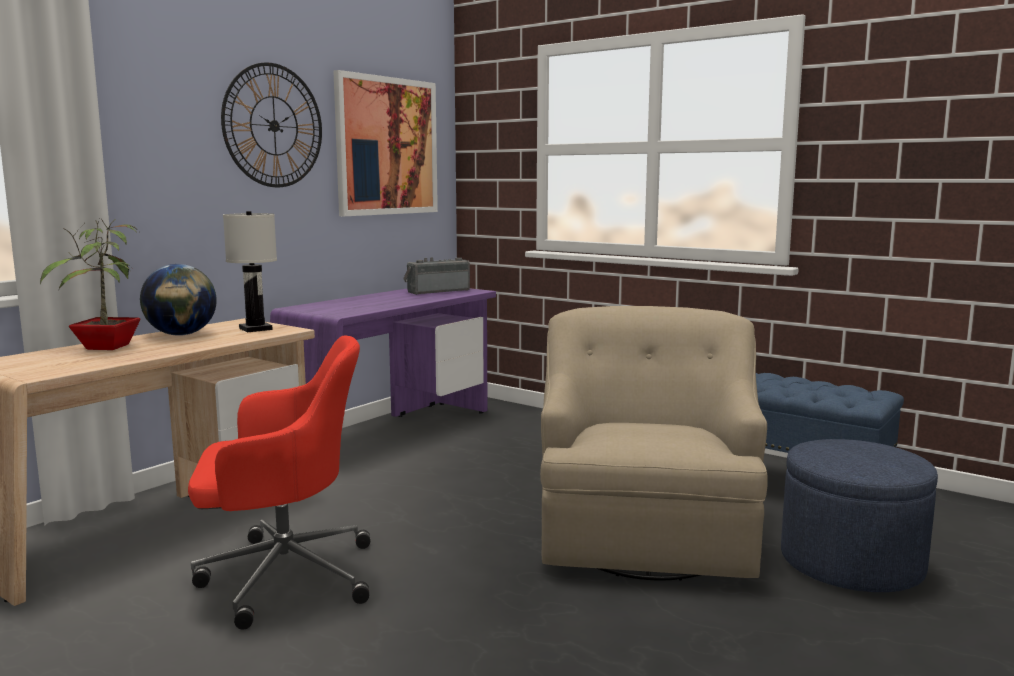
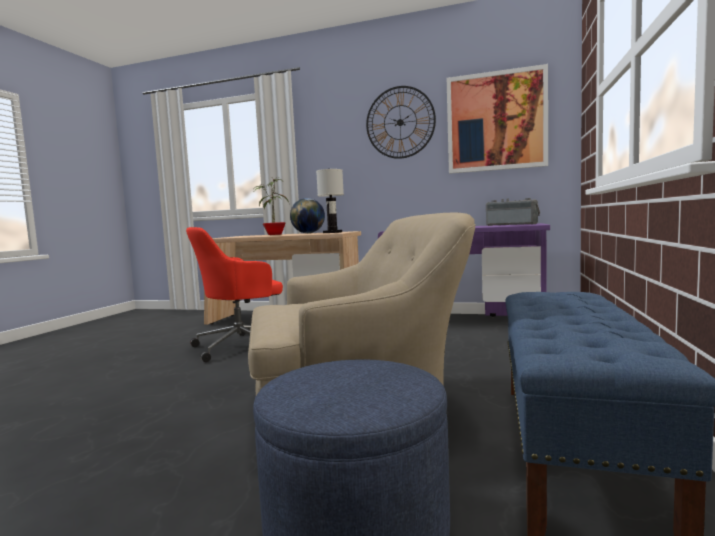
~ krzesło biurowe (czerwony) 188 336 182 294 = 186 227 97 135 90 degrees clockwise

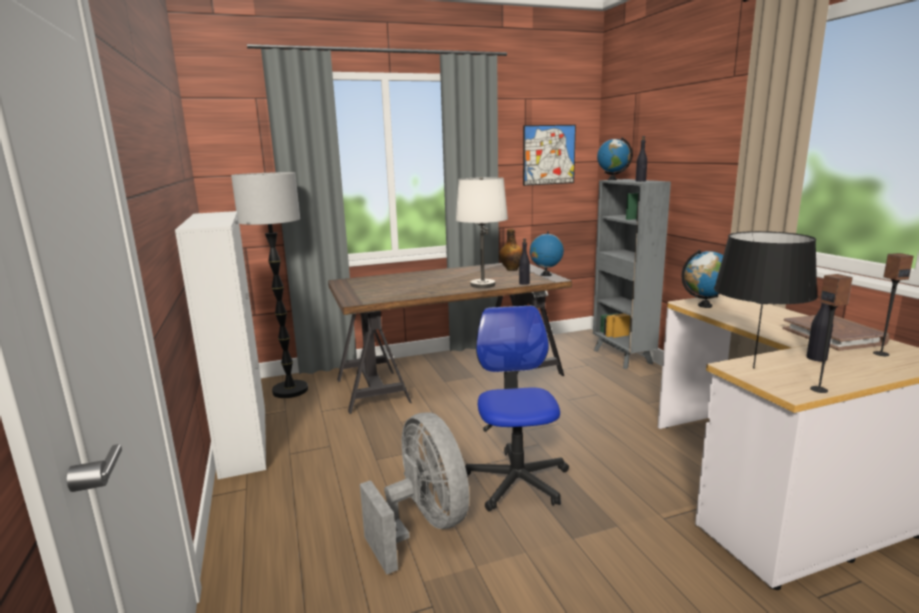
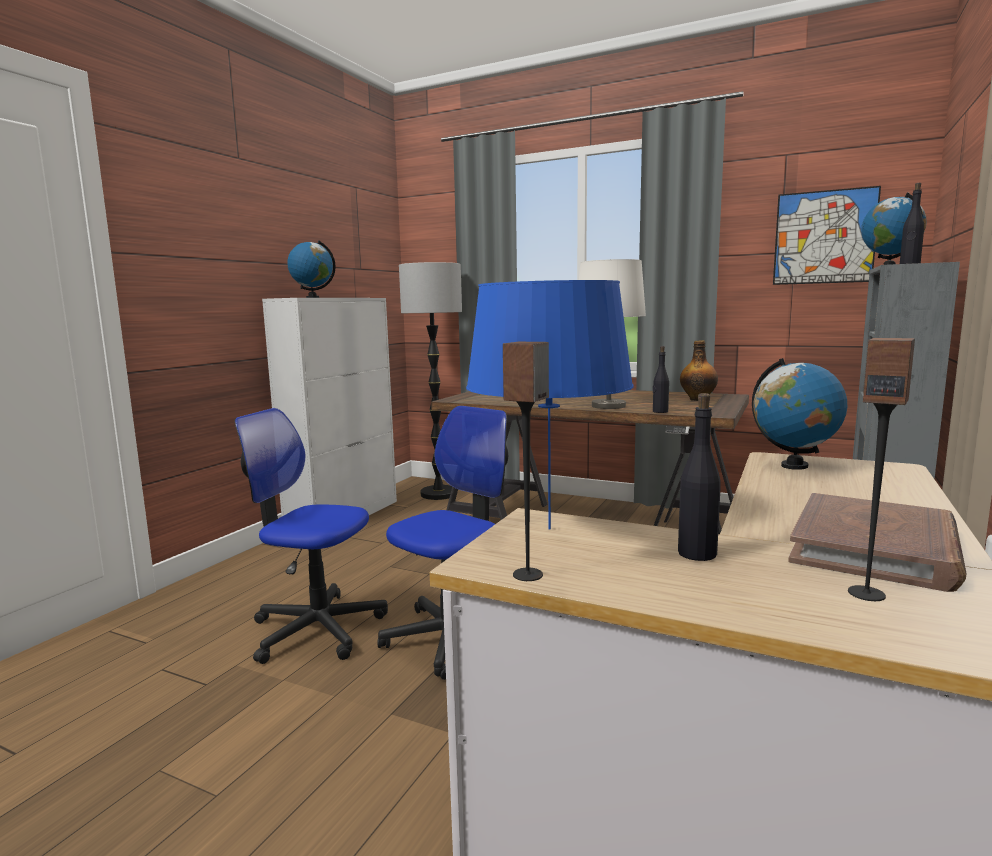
~ globus 530 231 34 45 to 287 241 49 57
~ wentylator (szary) 360 413 109 162 to krzesło biurowe 234 408 154 256
~ lampa stołowa (czarny) 714 231 104 138 to lampa stołowa (niebieski) 466 280 168 249

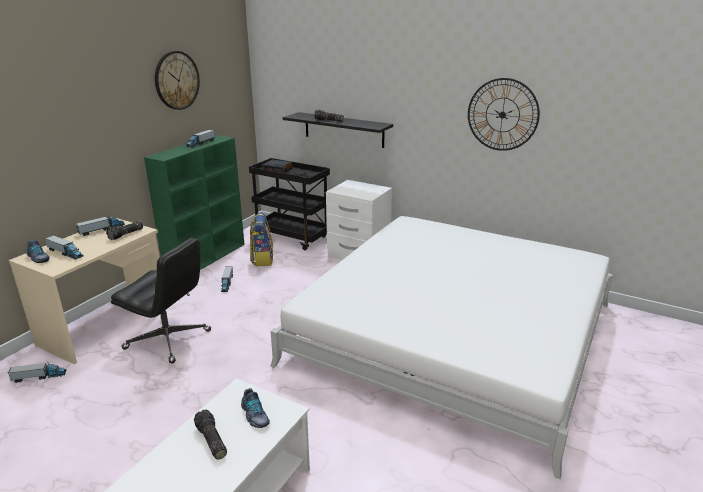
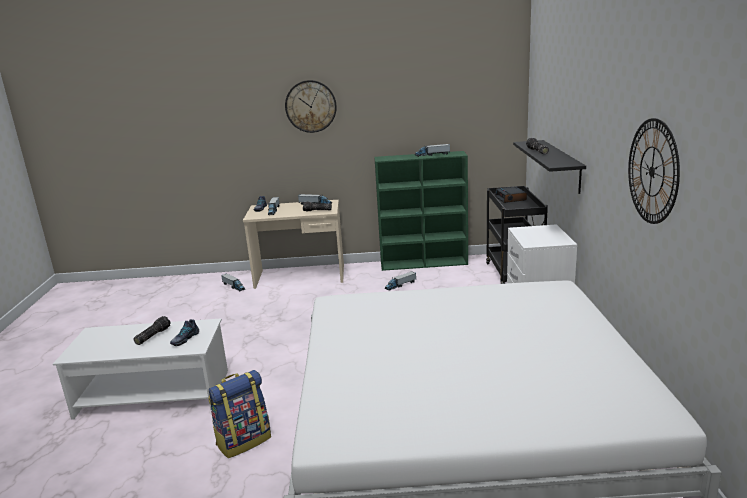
- krzesło biurowe (czarny) 111 238 100 125
~ zegar ścienny 155 51 45 59 to 285 80 52 53
~ plecak 250 213 23 53 to 208 370 63 88

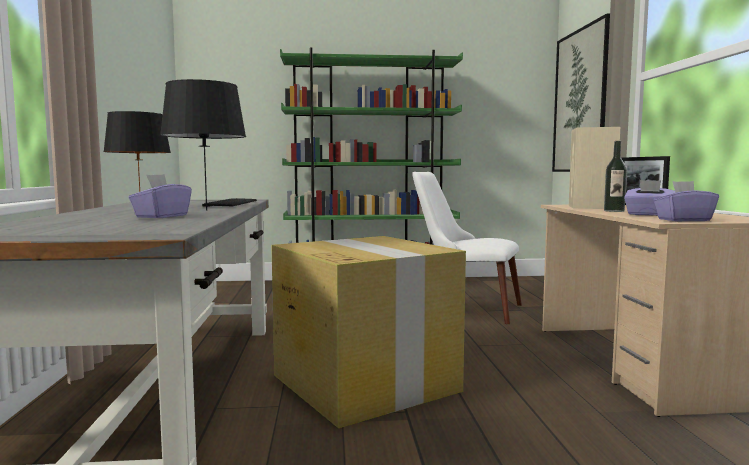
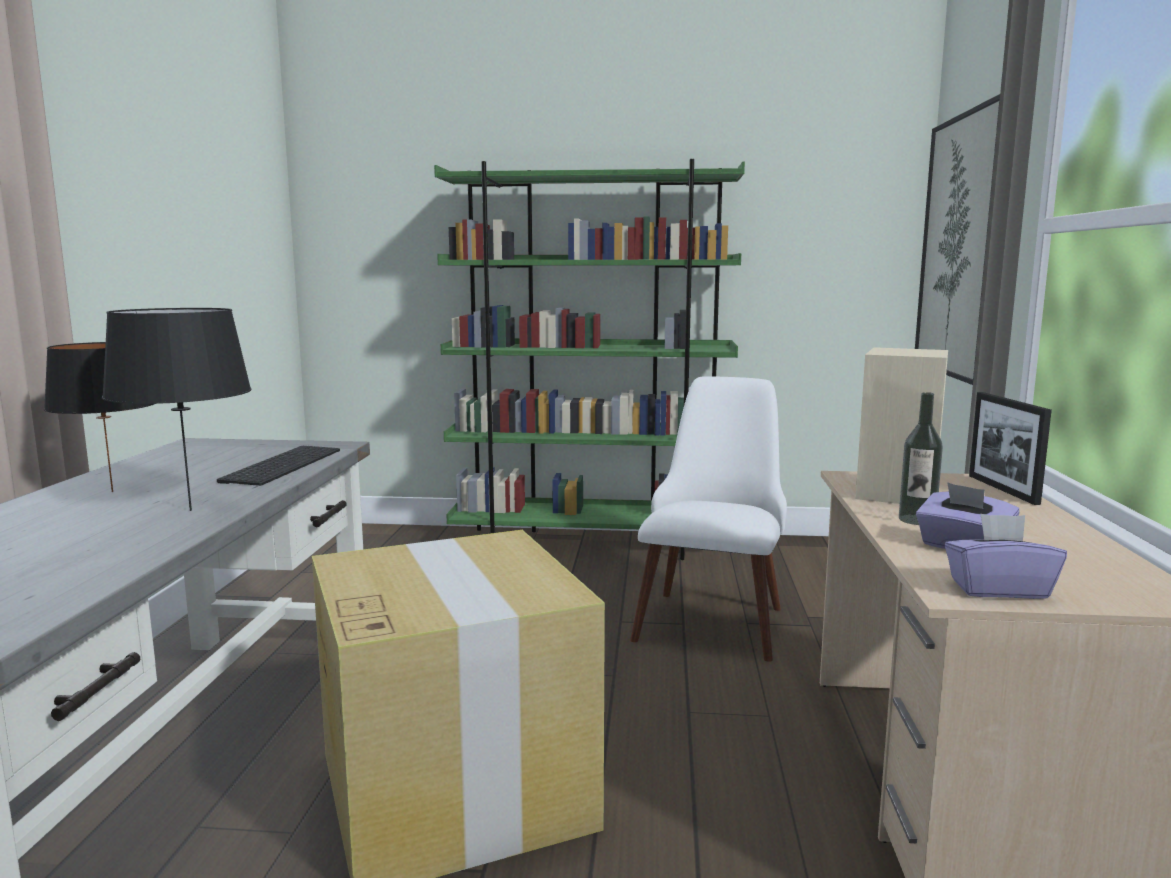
- pudełko chusteczek (fioletowy) 128 174 64 44
~ krzesło (biały) 412 172 110 152 = 630 377 157 285 75 degrees clockwise

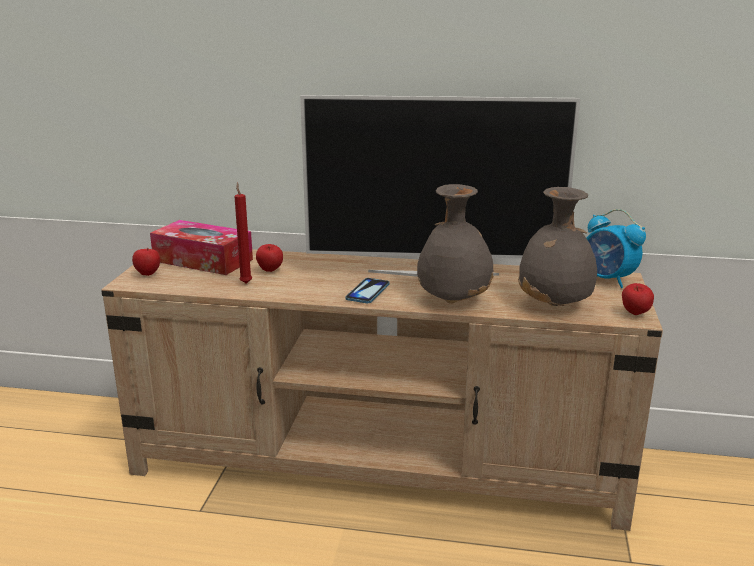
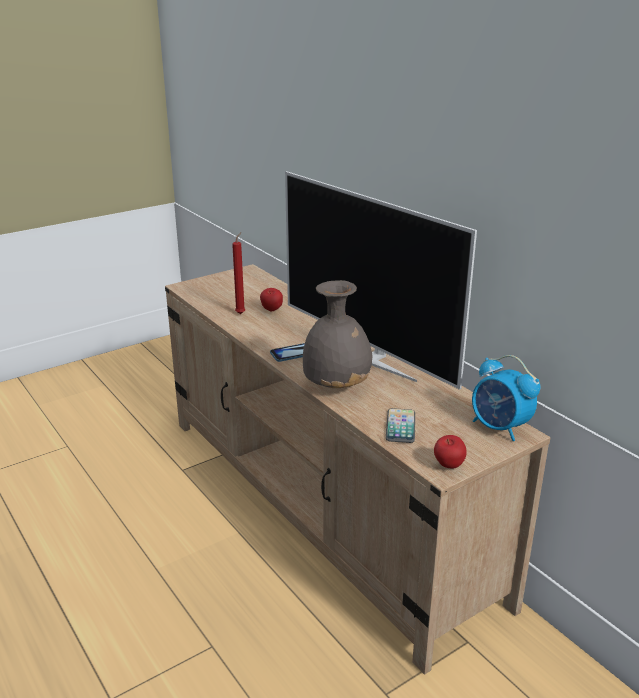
- jabłko 132 248 28 28
- pudełko chusteczek 150 220 103 55
~ wazon (szary) 518 187 79 119 to telefon 386 408 29 35
~ budzik 586 209 60 79 = 472 355 68 86 45 degrees counterclockwise

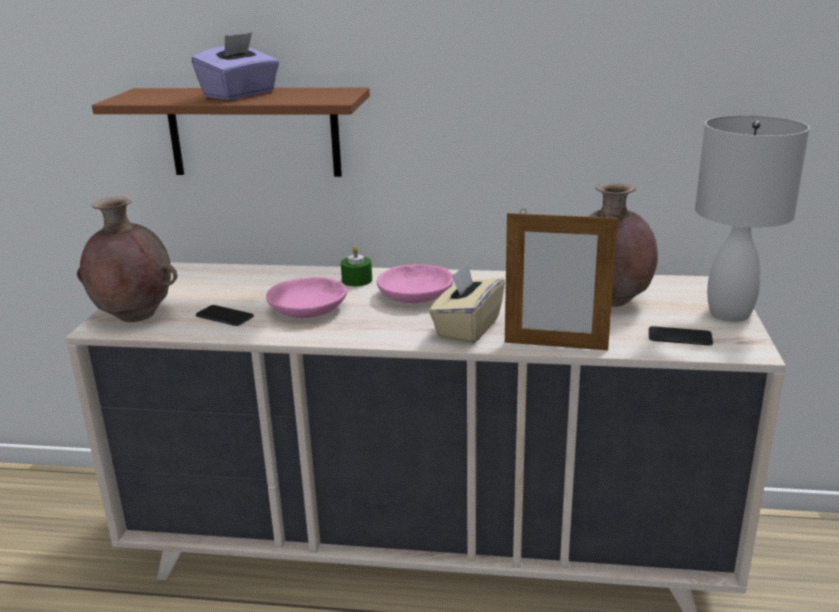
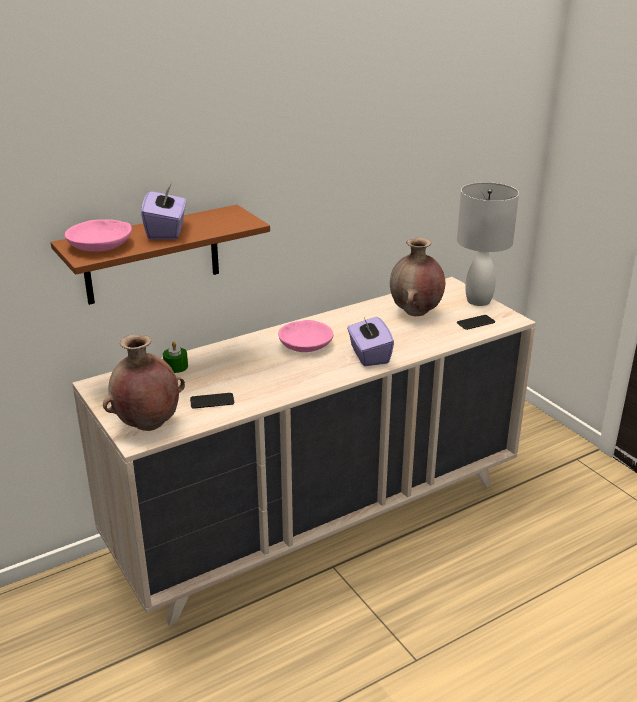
- ramka na zdjęcie 505 209 113 141
~ miska (różowy) 266 277 81 41 to 65 219 67 32
~ świeca (zielony) 341 246 31 40 to 163 342 25 31
~ pudełko chusteczek (beżowy) 429 263 76 81 to pudełko chusteczek (fioletowy) 347 313 47 53

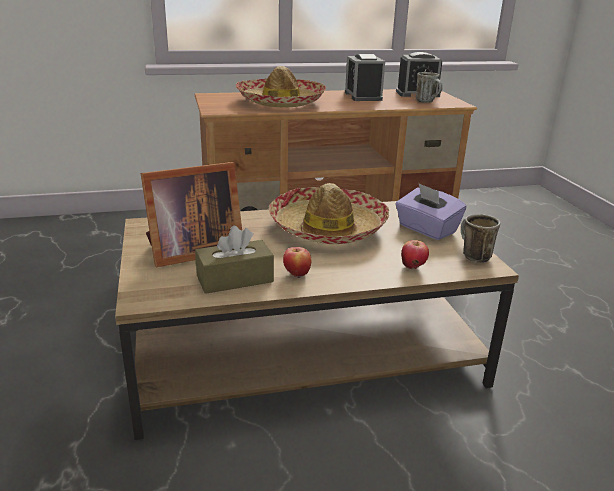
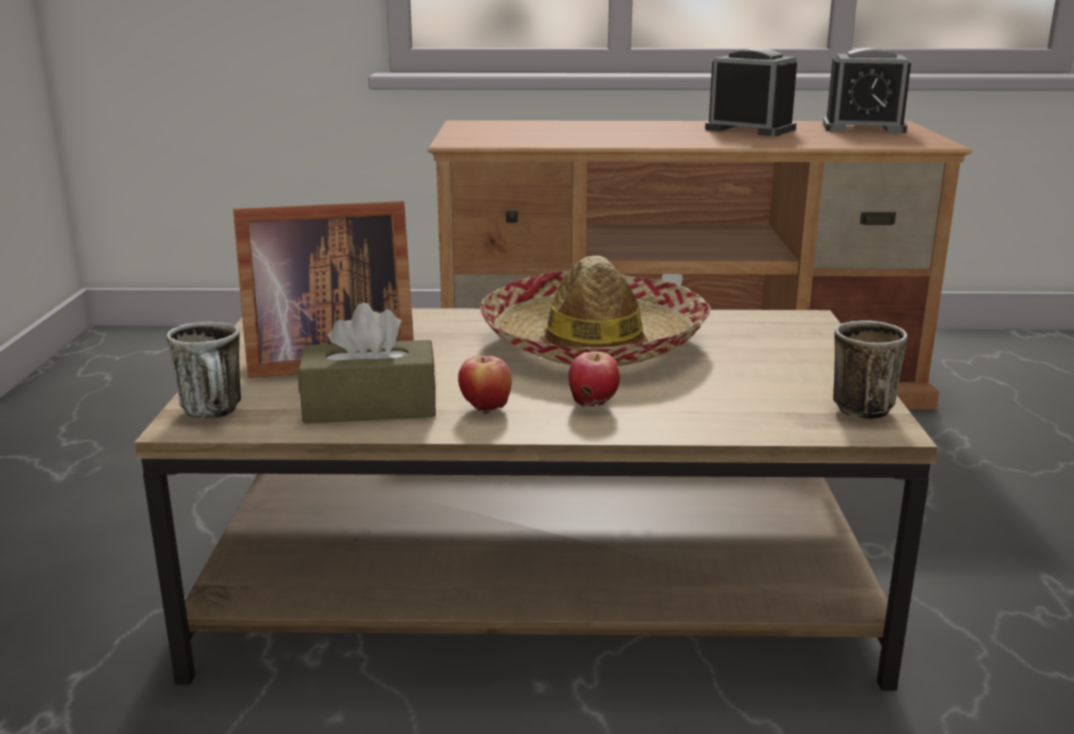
- kapelusz 236 66 90 41
- pudełko chusteczek (fioletowy) 395 183 72 57
~ jabłko 401 240 28 29 to 569 352 51 55
~ kubek 416 72 27 31 to 166 321 75 99
~ budzik 345 54 40 47 = 705 48 92 88 120 degrees clockwise

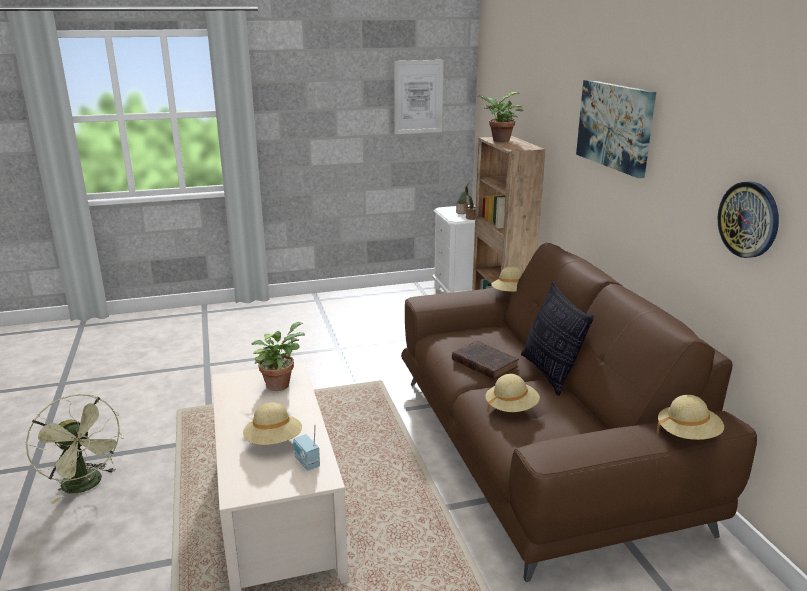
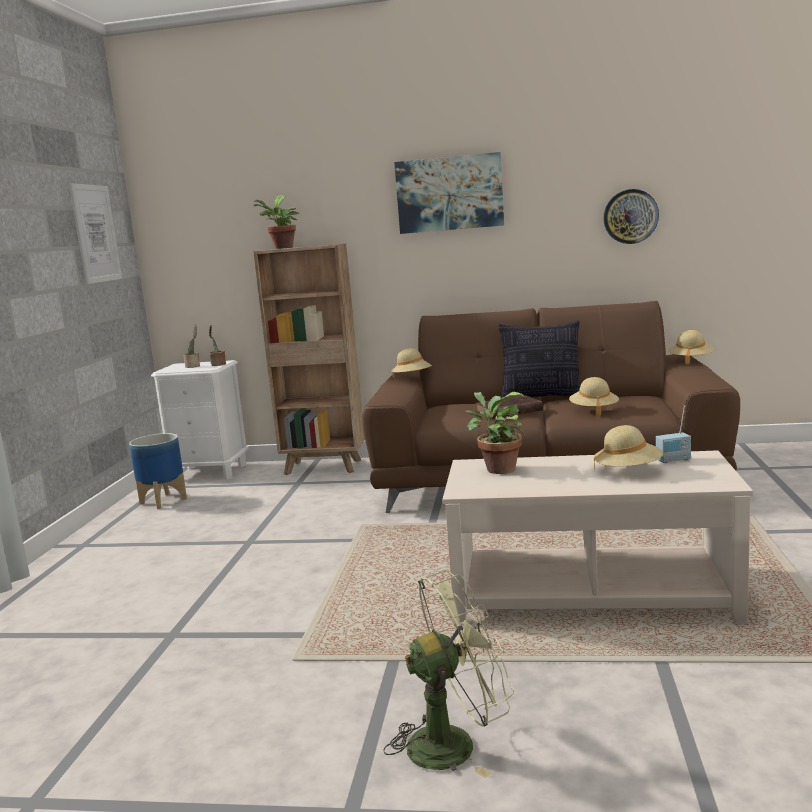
+ donica 129 433 58 76

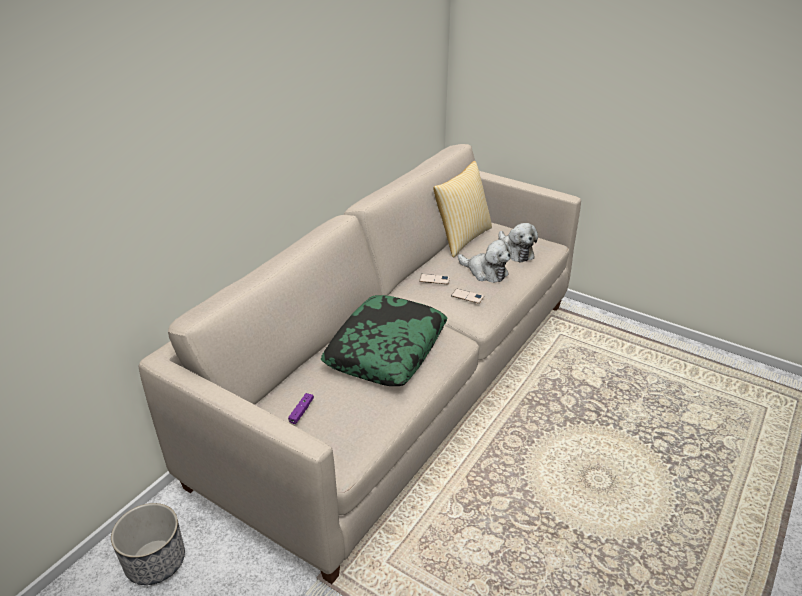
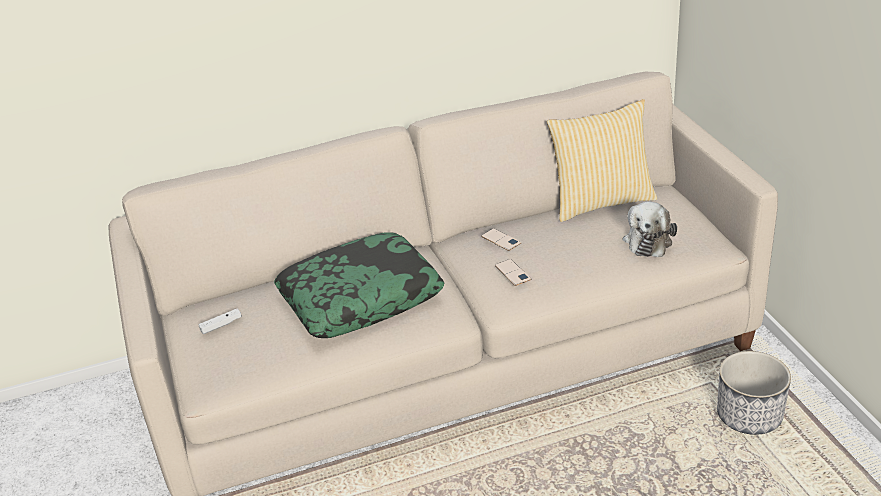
- pluszak 458 240 54 43
~ donica 111 503 74 82 to 717 351 74 84
~ pad do gier (fioletowy) 288 393 26 31 to pad do gier (biały) 198 309 44 25

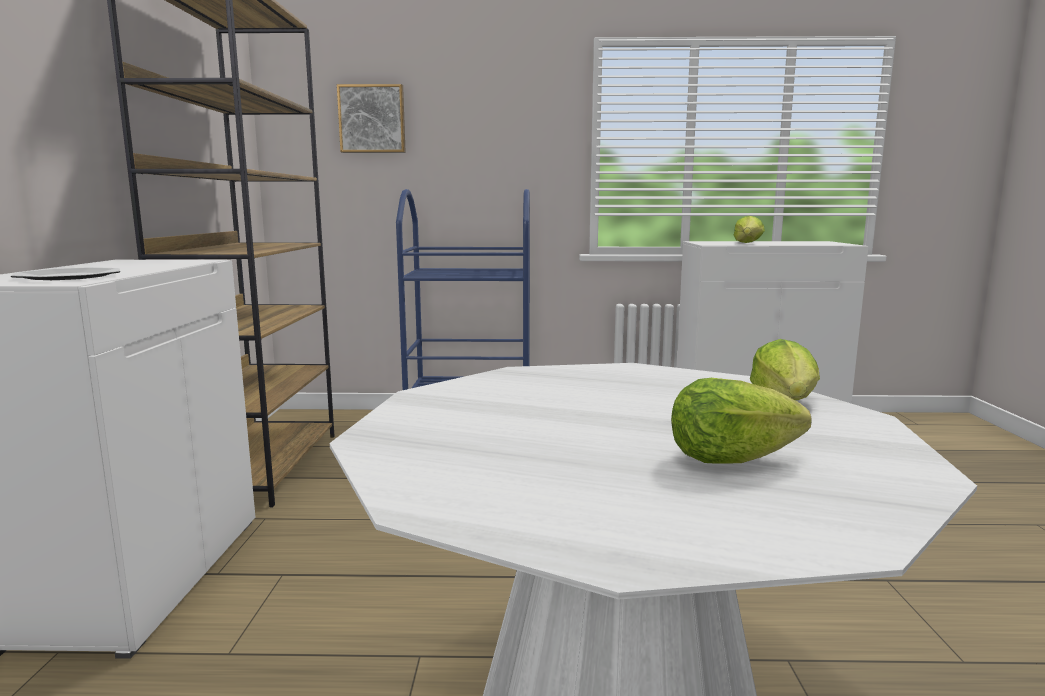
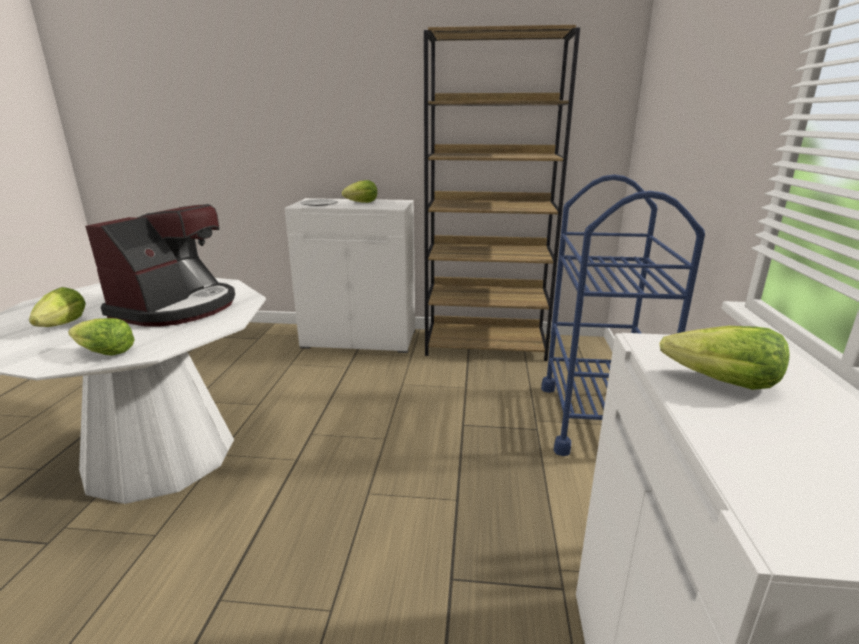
- obraz 337 84 69 69
+ ekspres do kawy 85 204 150 122
+ sałata 342 180 35 23

